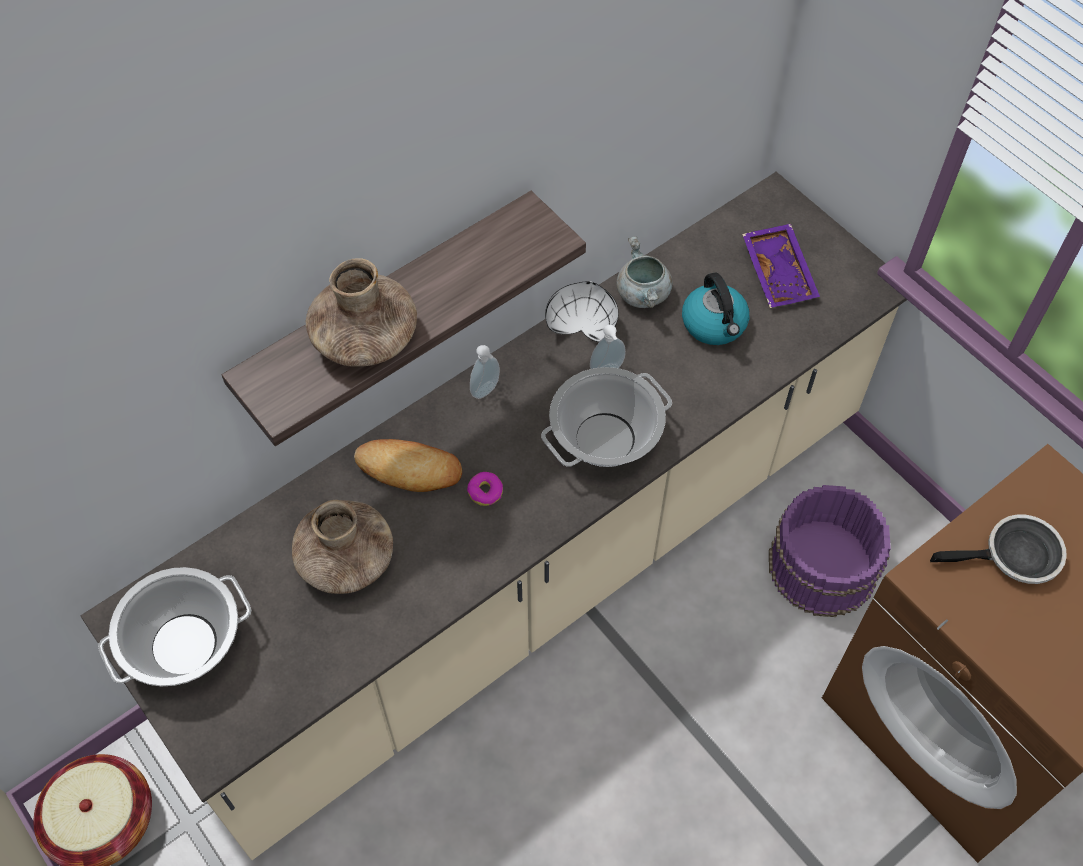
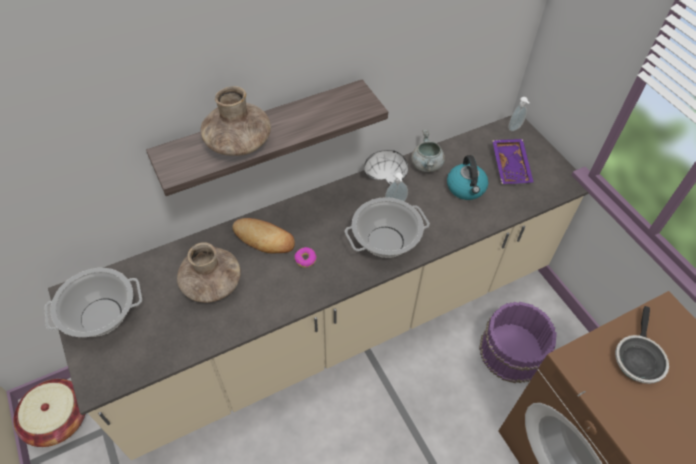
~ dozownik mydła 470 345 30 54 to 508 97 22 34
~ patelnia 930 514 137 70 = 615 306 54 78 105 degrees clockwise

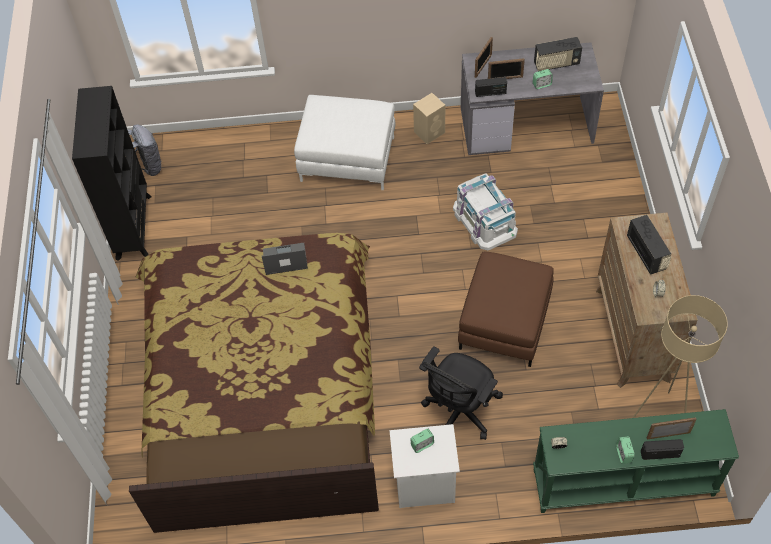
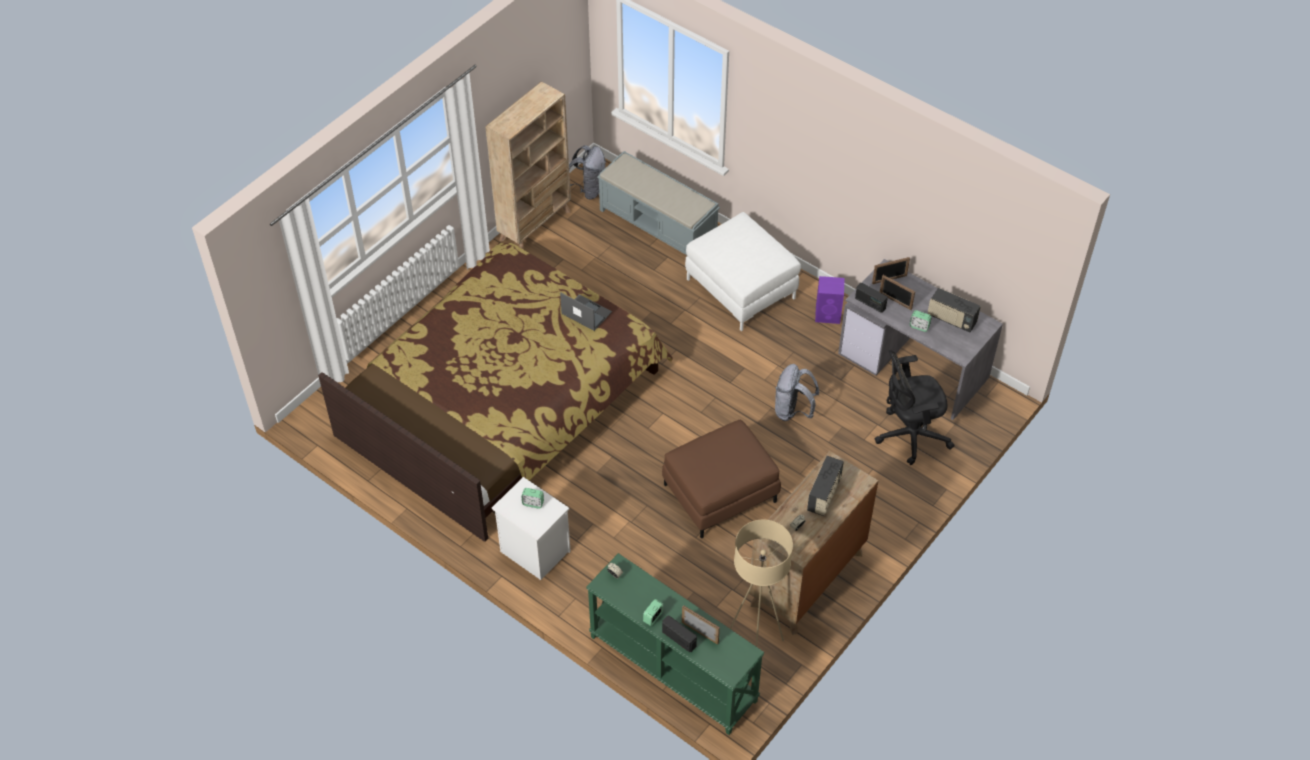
+ ławka (szary) 597 151 123 104
~ krzesło biurowe (czarny) 419 346 84 94 to 875 350 79 115
~ pojemnik do przechowywania (biały) 453 173 65 77 to plecak (szary) 775 364 44 57
~ regał (czarny) 72 86 80 175 to regał (beżowy) 485 81 86 169
~ głośnik (beżowy) 413 93 32 51 to głośnik (fioletowy) 815 276 29 48

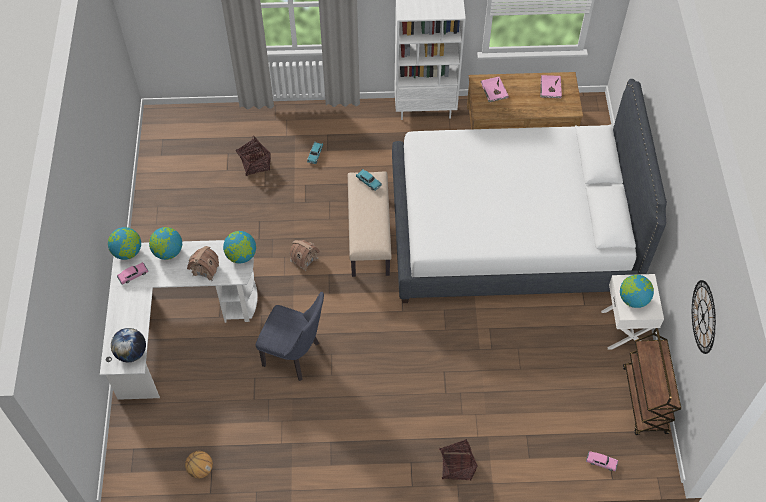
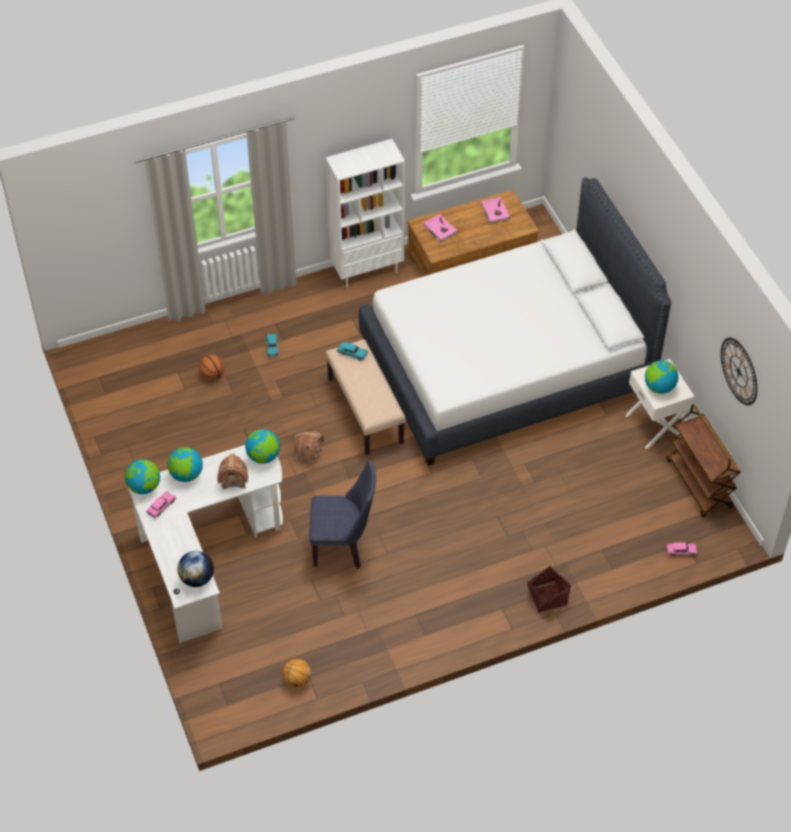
~ koszyk 236 135 35 41 to piłka do koszykówki 199 354 25 26

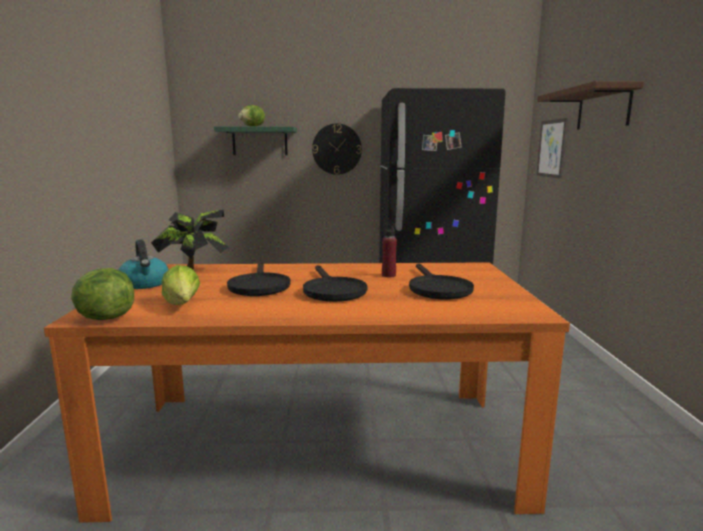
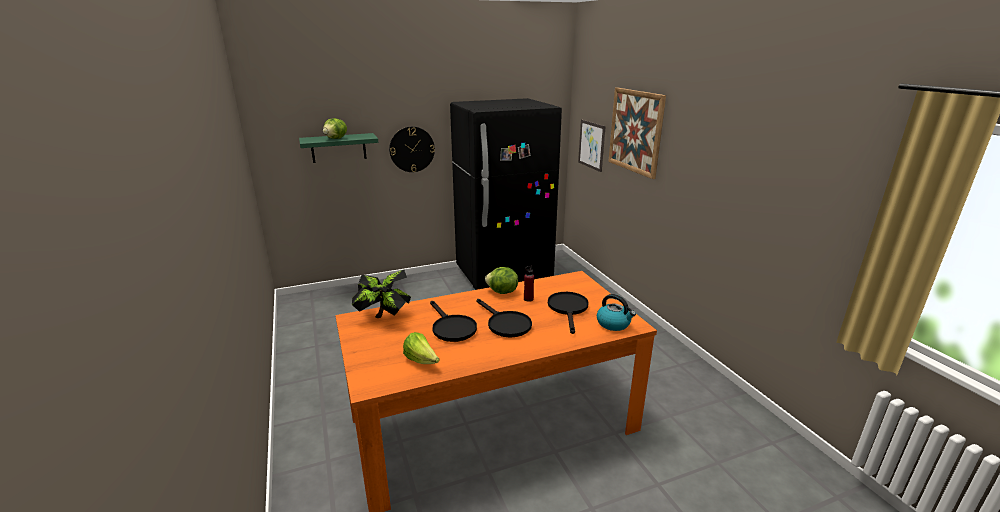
~ sałata 71 268 63 52 to 485 267 33 27
~ czajnik 119 239 50 50 to 597 294 39 37
~ półka (brązowy) 537 81 107 49 to obraz 608 88 58 91
~ patelnia (czarny) 409 263 65 36 = 548 292 41 42 150 degrees counterclockwise

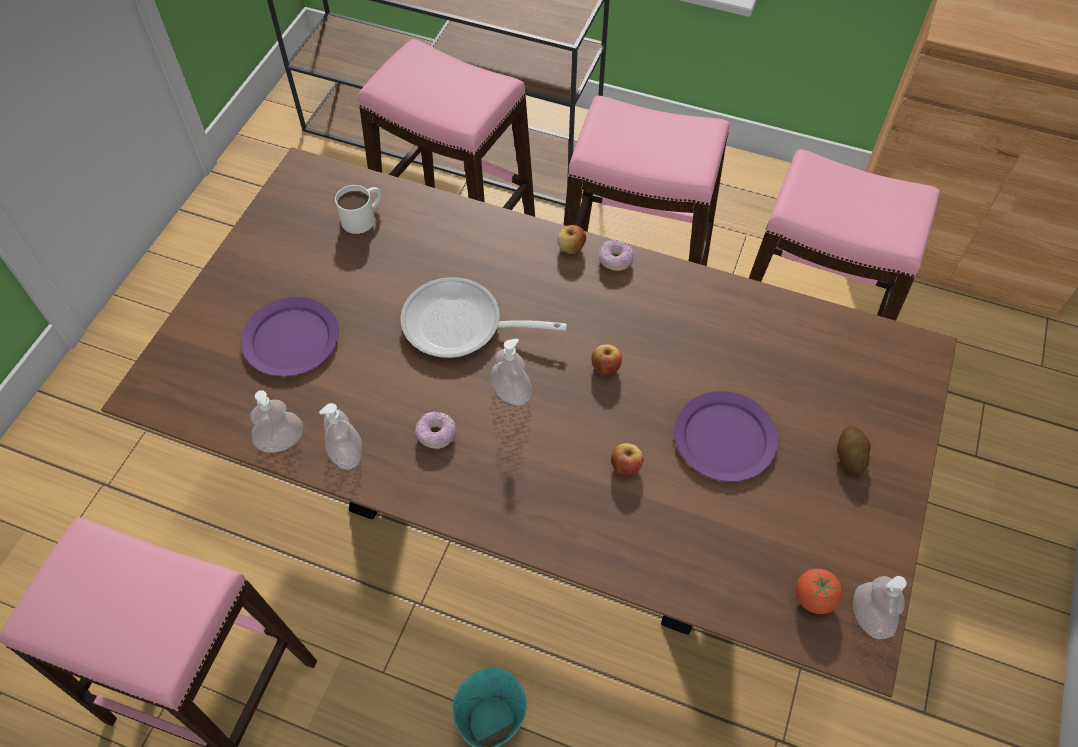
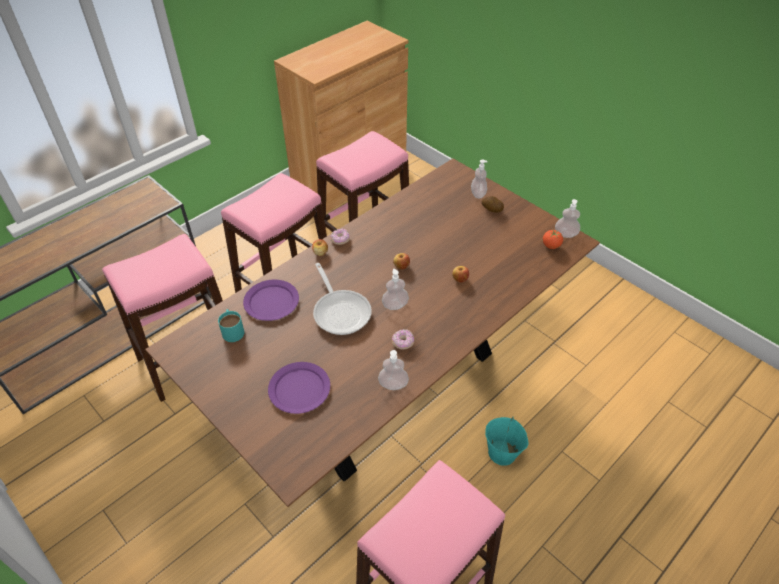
~ dozownik mydła 250 390 53 62 to 471 160 17 38
~ talerz (fioletowy) 674 391 104 91 to 243 280 56 41
~ kubek (biały) 335 185 47 49 to kubek (turkusowy) 218 309 26 33
~ patelnia 401 277 166 81 = 313 263 59 72 60 degrees counterclockwise

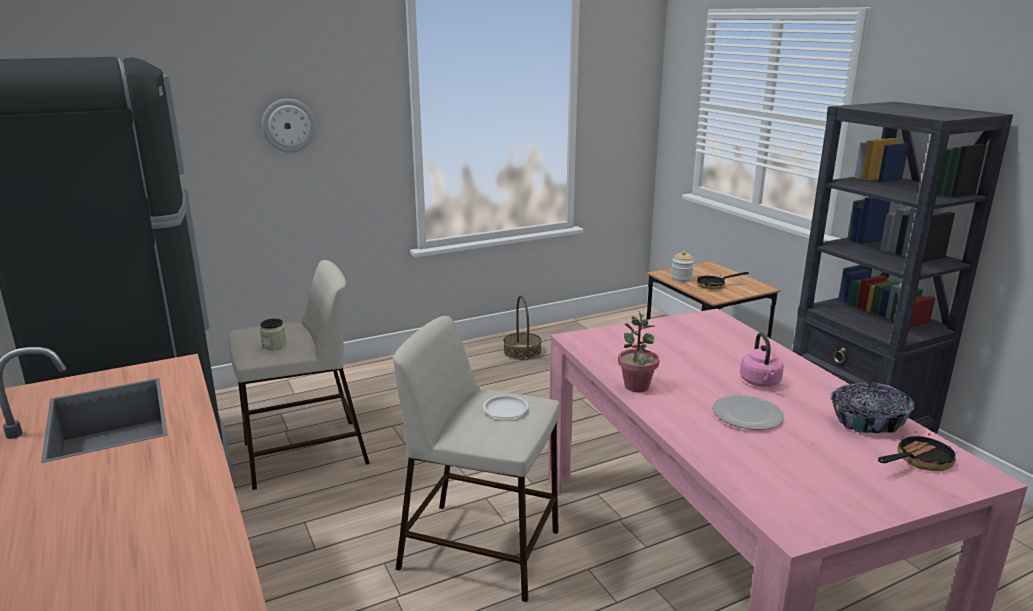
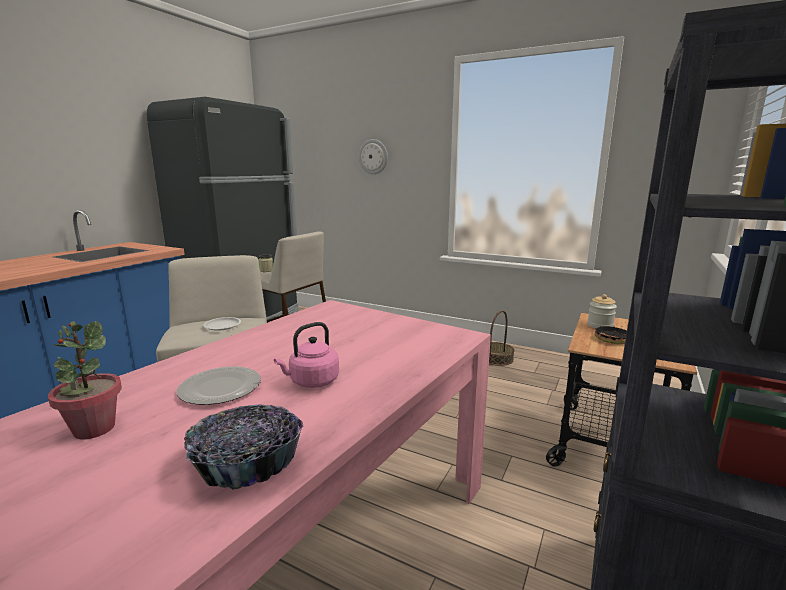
- patelnia 878 431 79 40
~ roślina doniczkowa 618 311 42 81 to 48 321 74 118

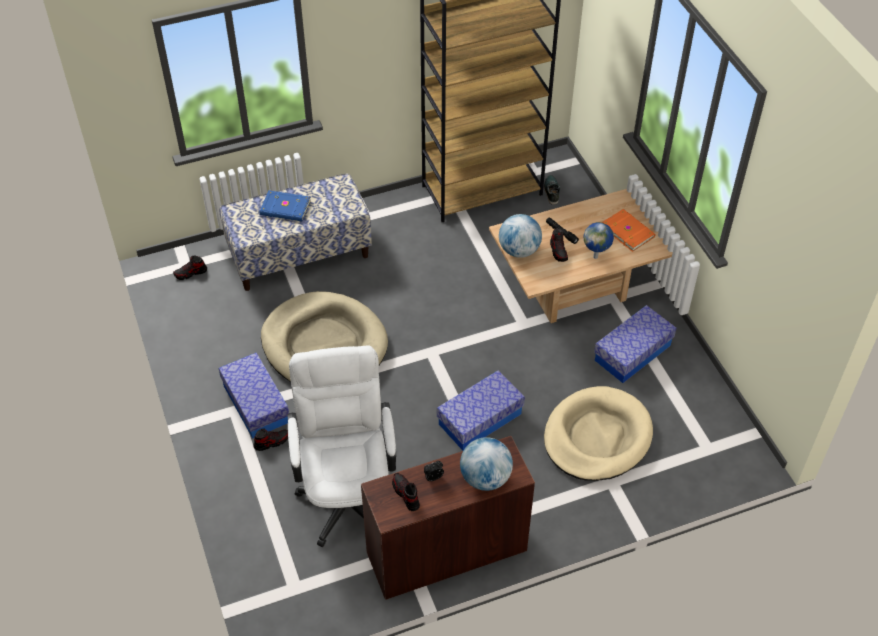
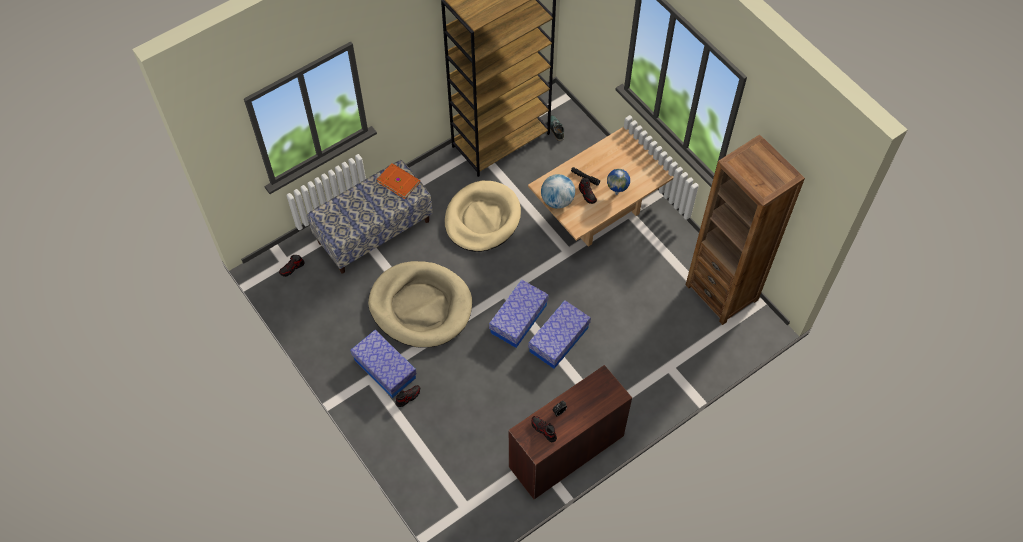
- książka (niebieski) 260 190 51 32
- krzesło biurowe (biały) 288 345 108 203
- globus 460 437 53 54
+ regał (brązowy) 686 134 119 191
~ legowisko (beżowy) 544 386 109 95 to 445 181 76 71
~ pojemnik do przechowywania 594 305 82 78 to 489 280 60 68
~ książka (pomarańczowy) 601 209 54 43 to 377 163 43 36

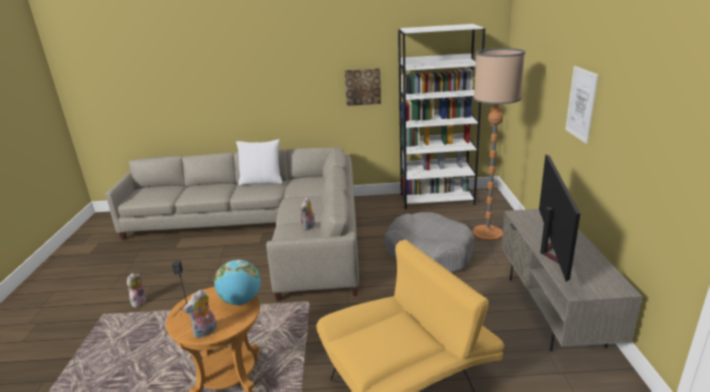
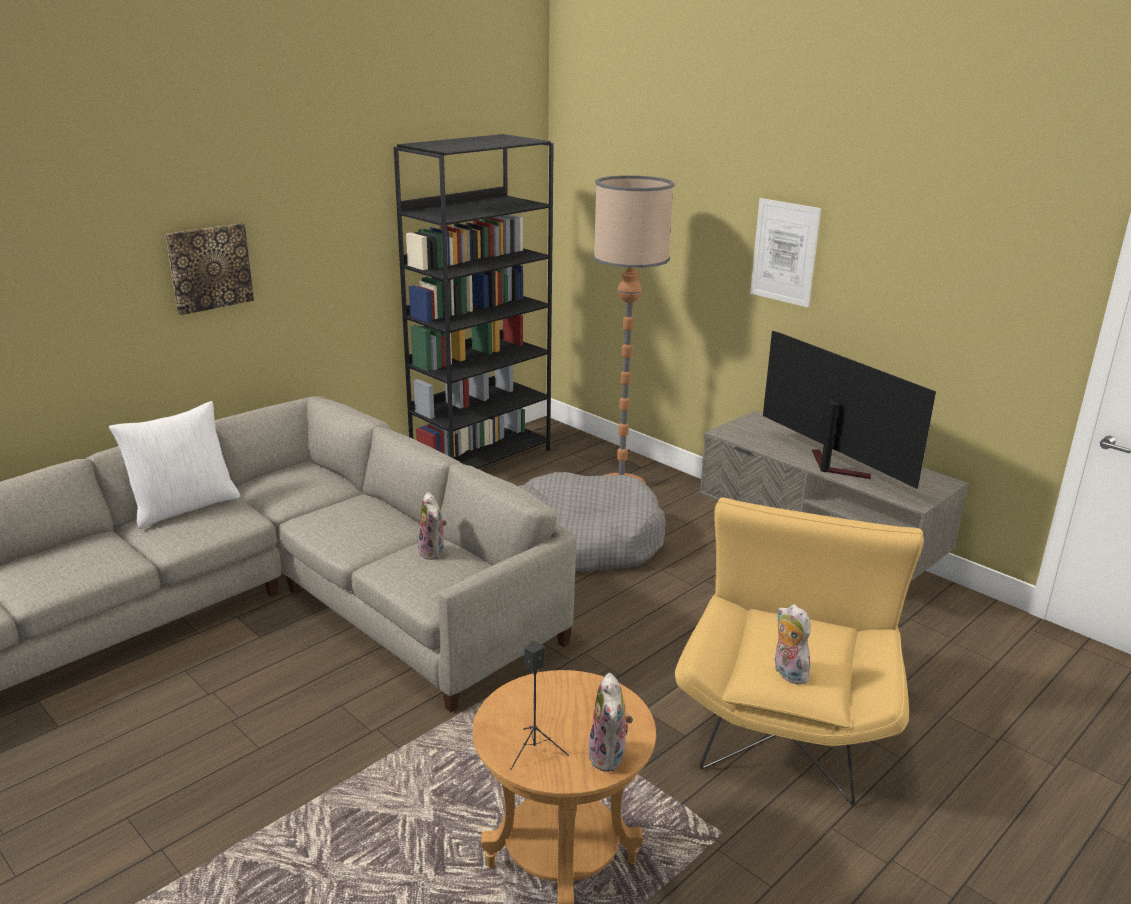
- globus 214 259 47 46
~ pluszak 127 273 20 34 to 775 604 36 80
~ obraz 344 68 37 38 to 165 223 89 92
~ regał (biały) 398 24 87 185 to regał (czarny) 393 134 161 335

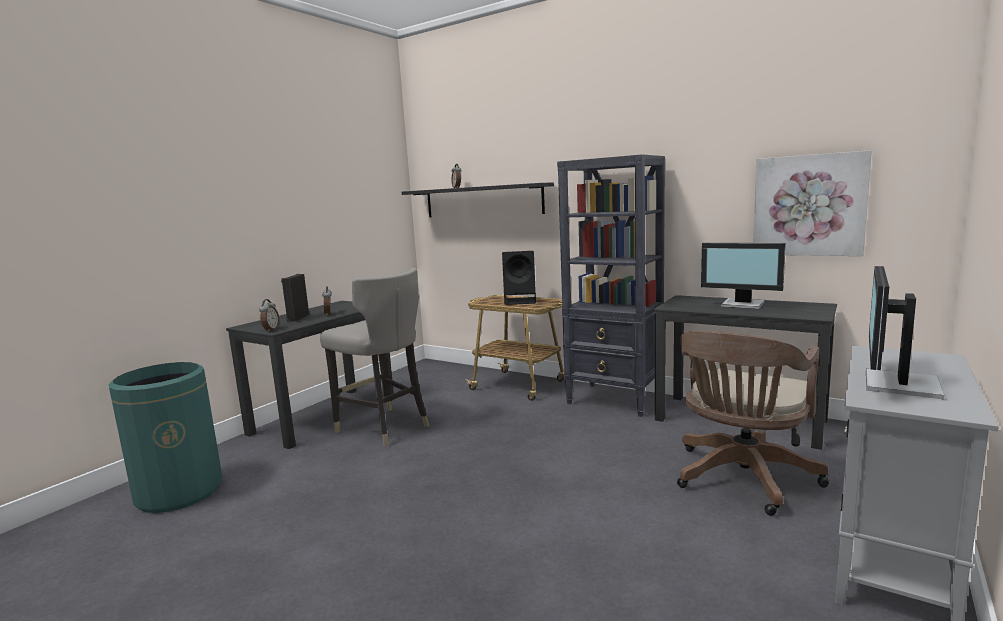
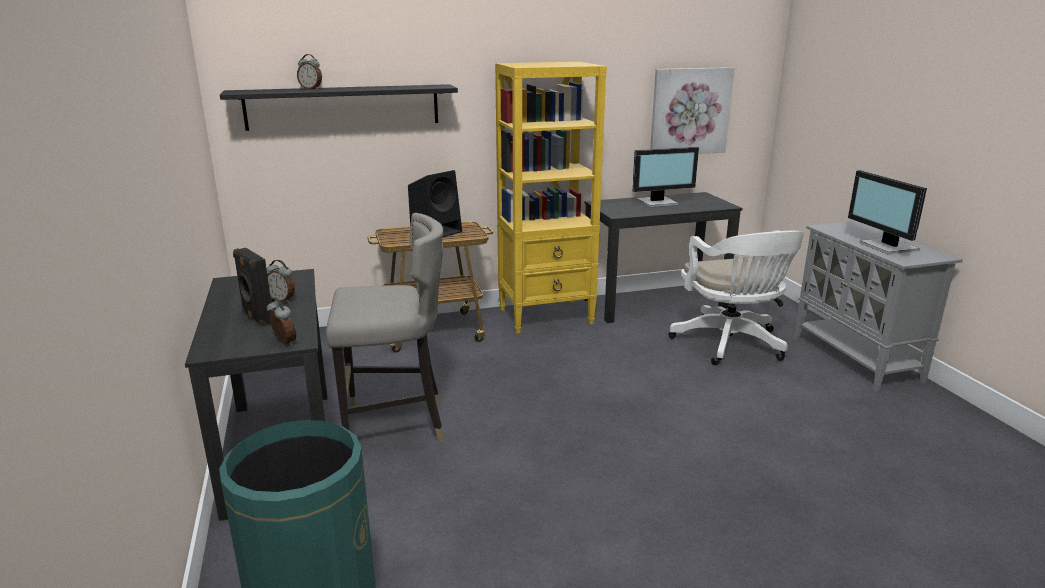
~ regał (czarny) 557 154 108 263 to regał (żółty) 495 62 112 271
~ krzesło biurowe (brązowy) 677 331 152 185 to krzesło biurowe (biały) 668 230 136 135

